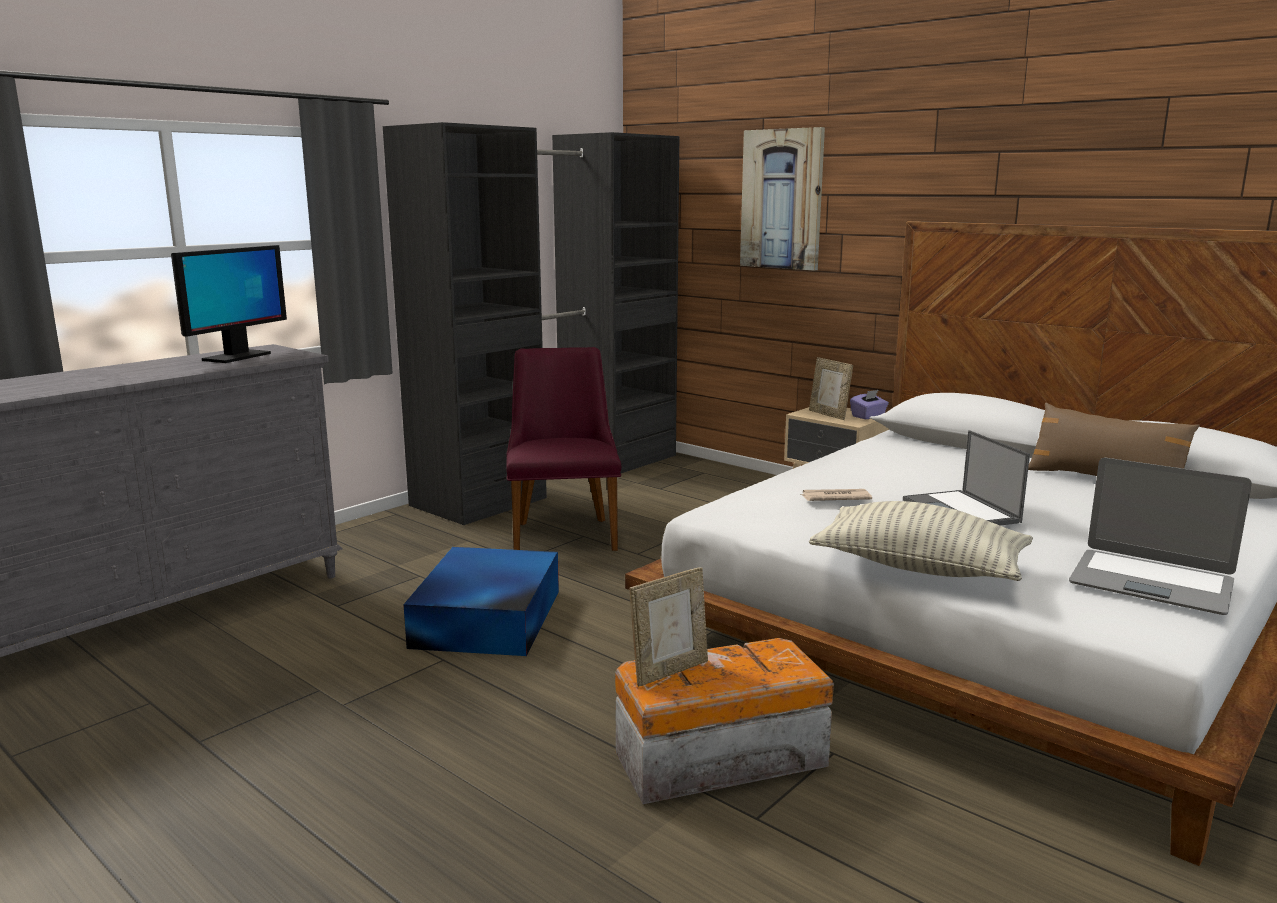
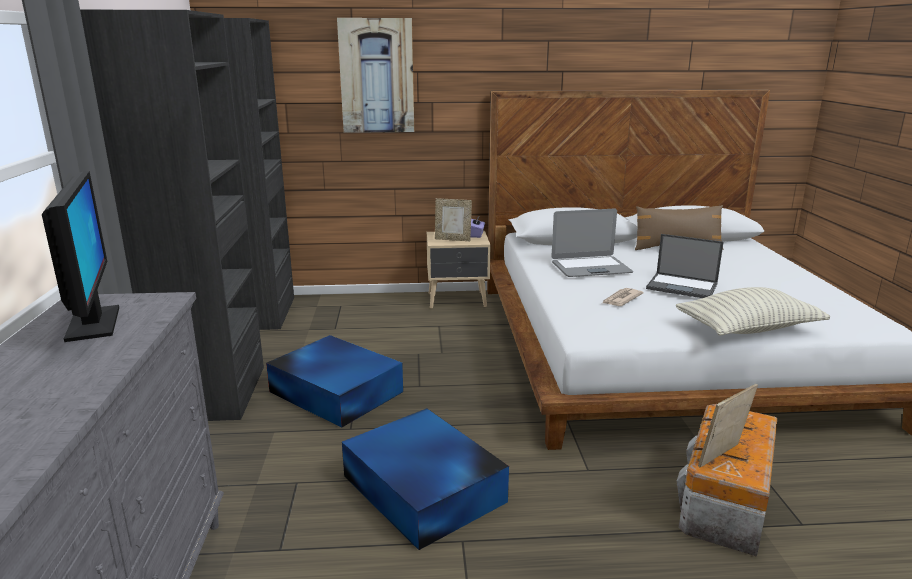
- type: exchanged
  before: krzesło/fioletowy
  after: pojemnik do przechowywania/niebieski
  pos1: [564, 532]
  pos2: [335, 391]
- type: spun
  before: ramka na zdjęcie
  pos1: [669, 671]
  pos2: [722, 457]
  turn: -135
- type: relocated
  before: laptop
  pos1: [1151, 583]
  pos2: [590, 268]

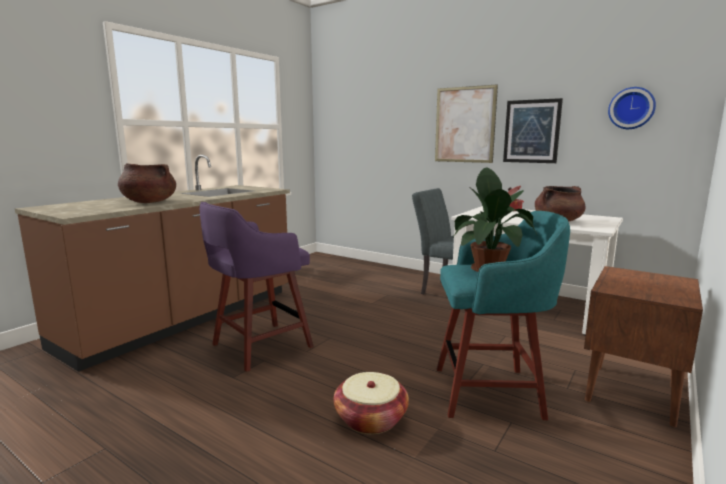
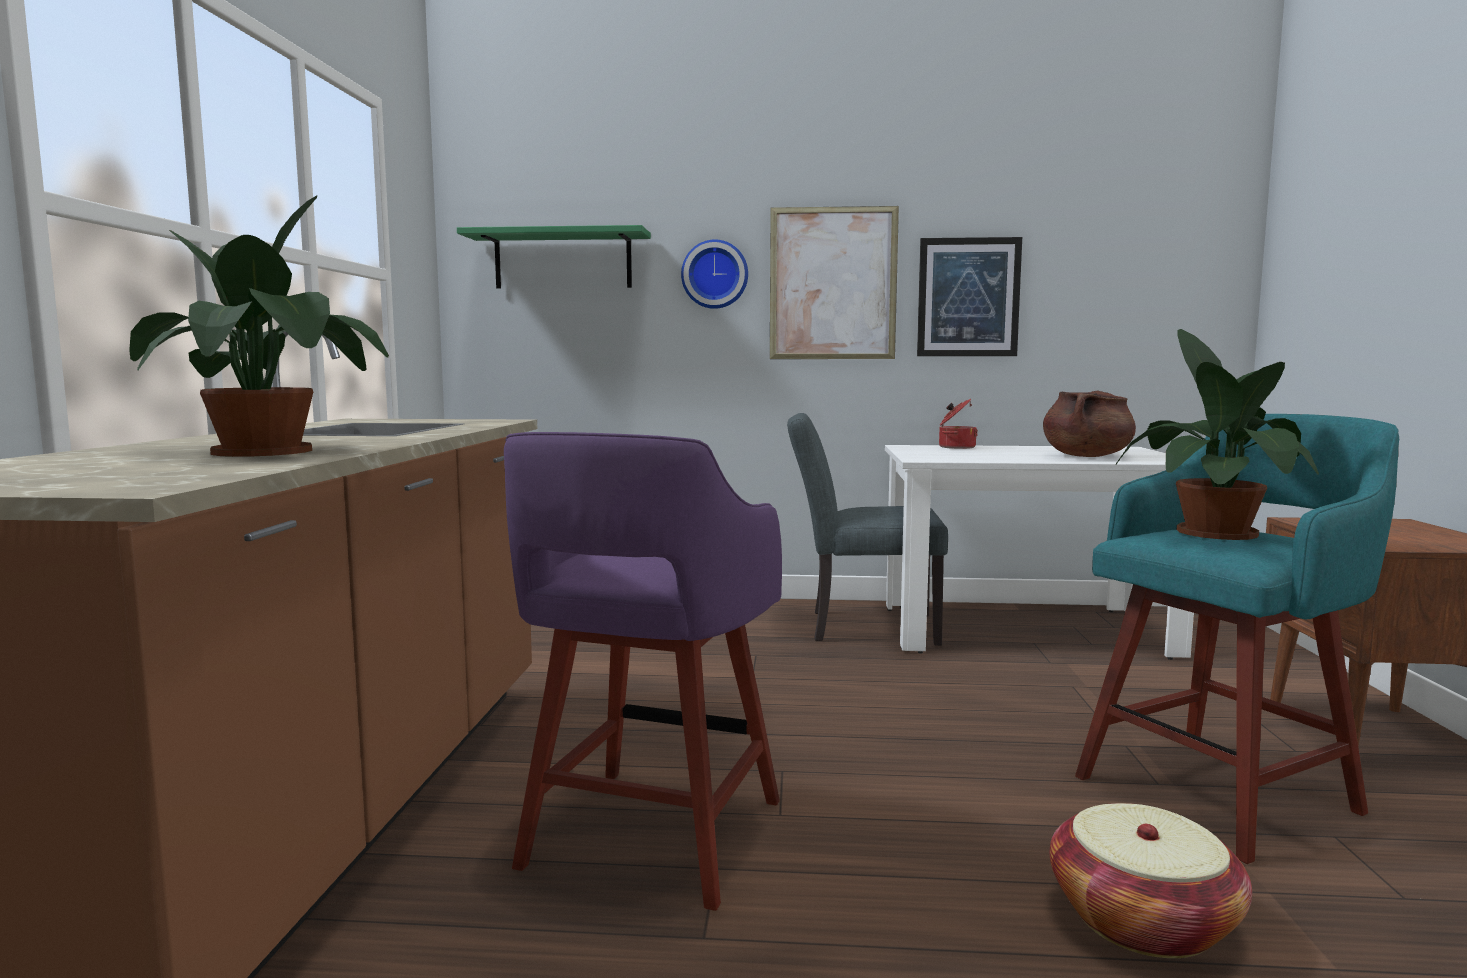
- type: exchanged
  before: garnek/brązowy
  after: roślina doniczkowa
  pos1: [149, 202]
  pos2: [271, 452]
- type: relocated
  before: zegar ścienny
  pos1: [631, 108]
  pos2: [715, 274]
- type: appeared
  after: półka/zielony
  pos2: [563, 261]

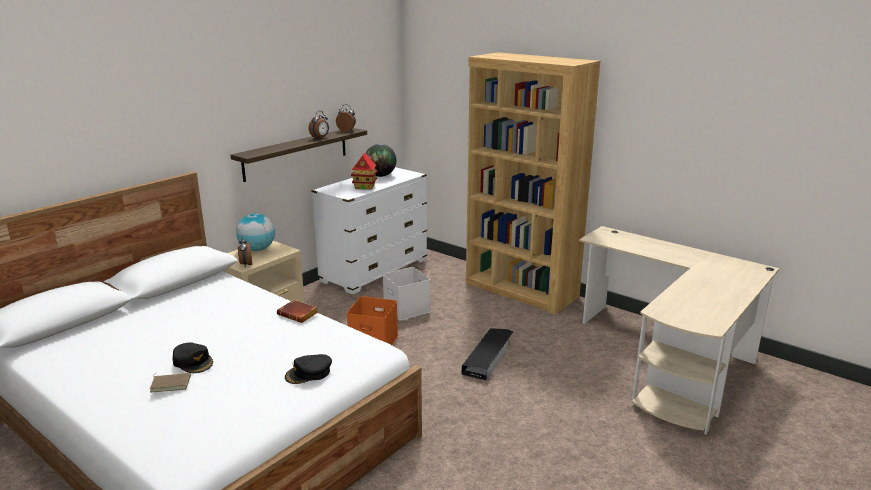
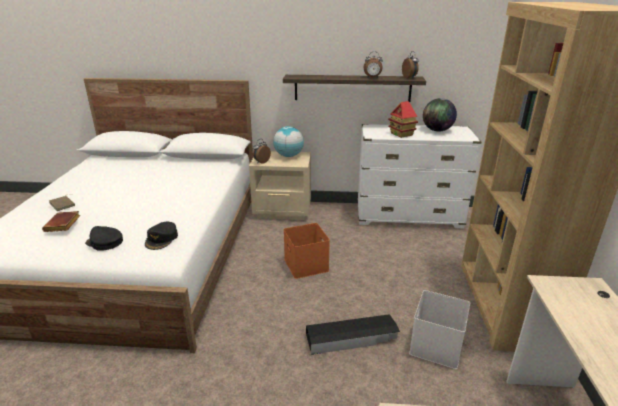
- type: relocated
  before: czapka z daszkiem/czarny
  pos1: [193, 362]
  pos2: [162, 239]
- type: relocated
  before: książka/brązowy
  pos1: [299, 314]
  pos2: [63, 225]
- type: relocated
  before: pojemnik do przechowywania/biały
  pos1: [408, 309]
  pos2: [437, 346]

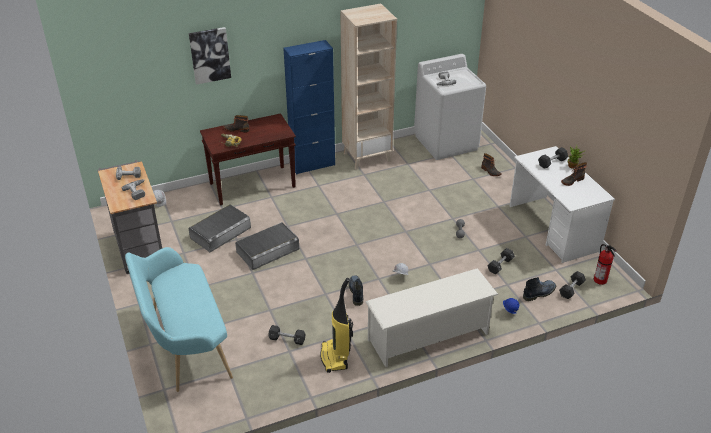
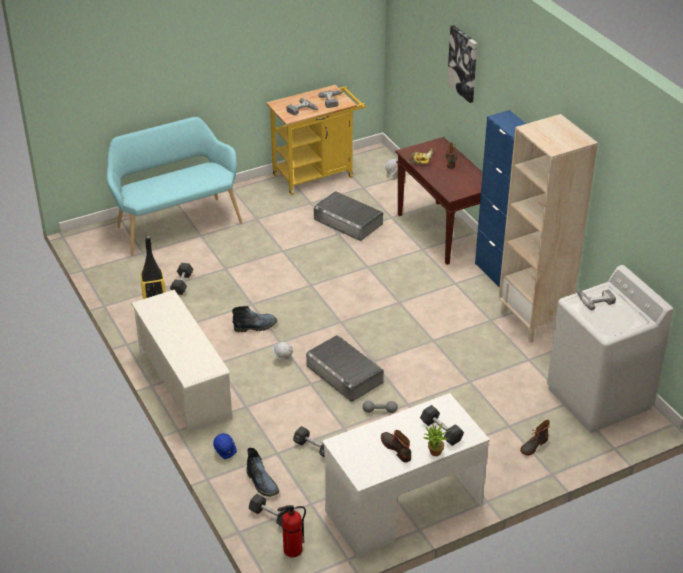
- type: colour
  before: wózek/szary
  after: wózek/żółty
  pos1: [139, 246]
  pos2: [317, 174]
- type: relocated
  before: pojemnik do przechowywania/szary
  pos1: [268, 250]
  pos2: [344, 374]

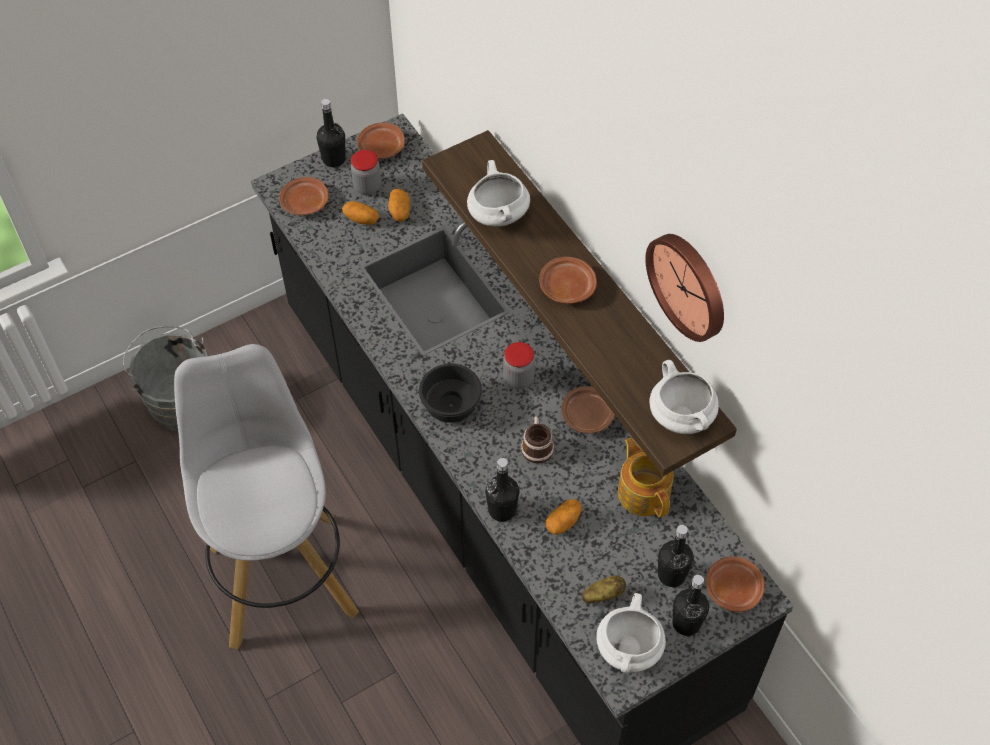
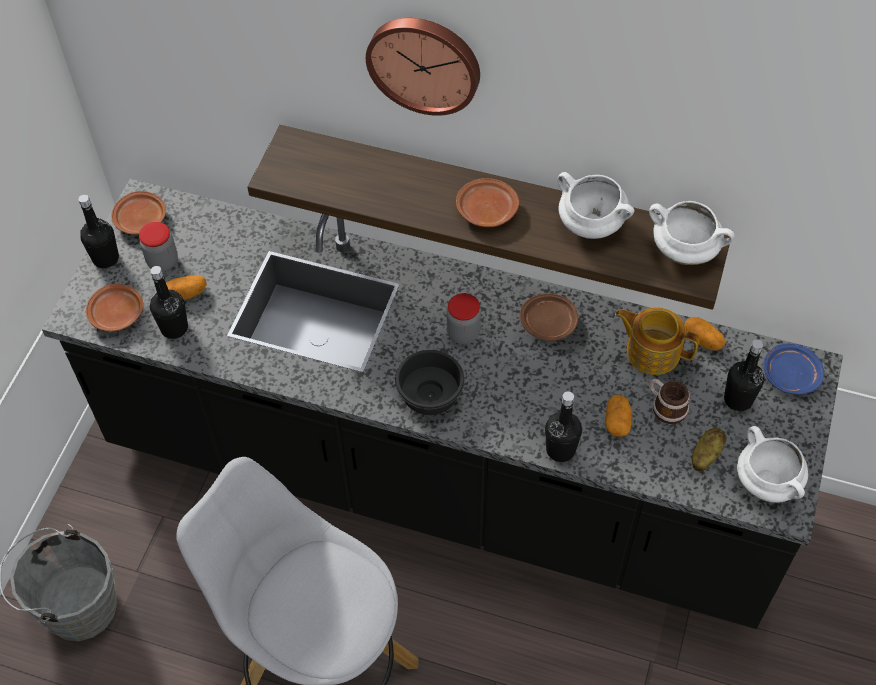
- type: relocated
  before: ziemniak
  pos1: [399, 211]
  pos2: [702, 340]
- type: relocated
  before: garnek/biały
  pos1: [497, 215]
  pos2: [589, 224]
- type: relocated
  before: kubek
  pos1: [537, 445]
  pos2: [665, 406]
- type: relocated
  before: zegar ścienny
  pos1: [689, 285]
  pos2: [424, 63]
- type: relocated
  before: butelka/czarny
  pos1: [686, 623]
  pos2: [174, 328]
- type: colour
  before: talerz/brązowy
  after: talerz/niebieski
  pos1: [733, 588]
  pos2: [790, 374]

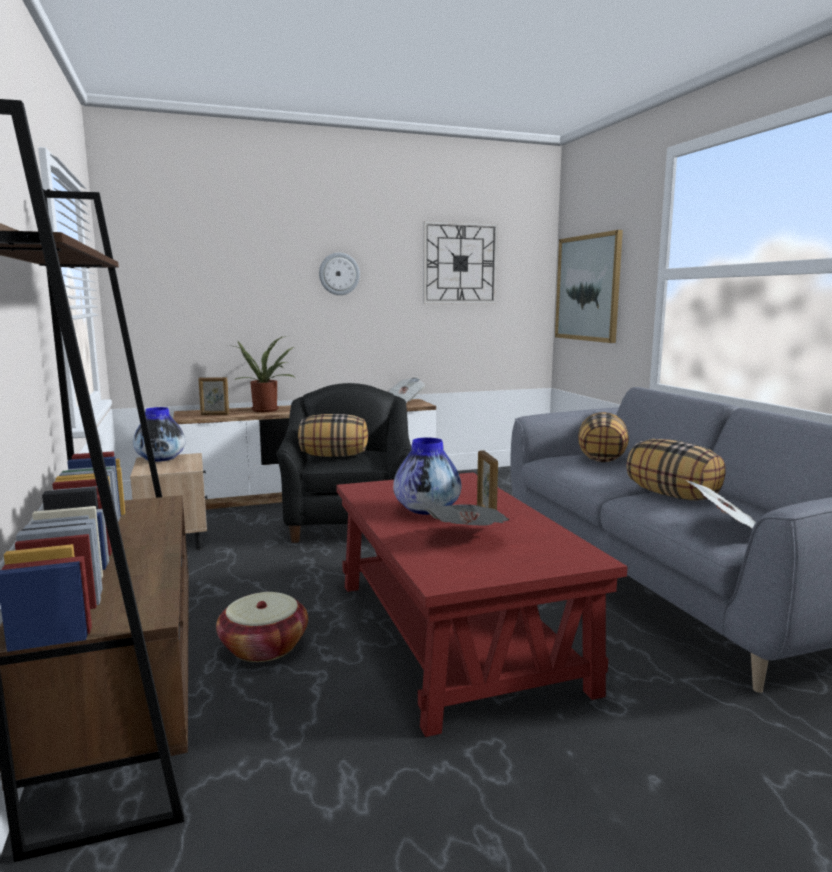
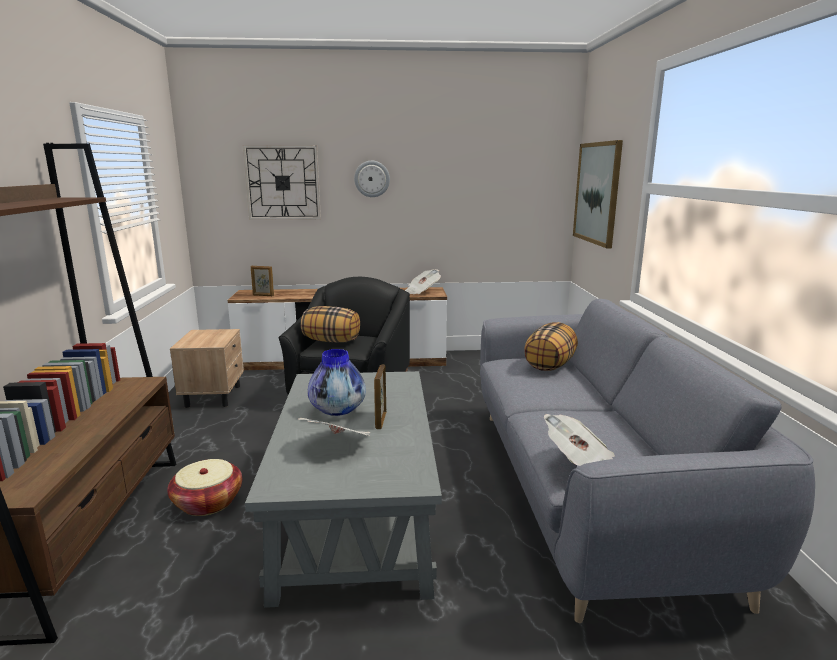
- type: missing
  before: wazon
  pos1: [160, 459]
- type: missing
  before: roślina doniczkowa
  pos1: [266, 410]
- type: colour
  before: ława/czerwony
  after: ława/szary
  pos1: [455, 633]
  pos2: [357, 514]
- type: relocated
  before: zegar ścienny
  pos1: [460, 263]
  pos2: [283, 183]
- type: missing
  before: poduszka
  pos1: [673, 495]

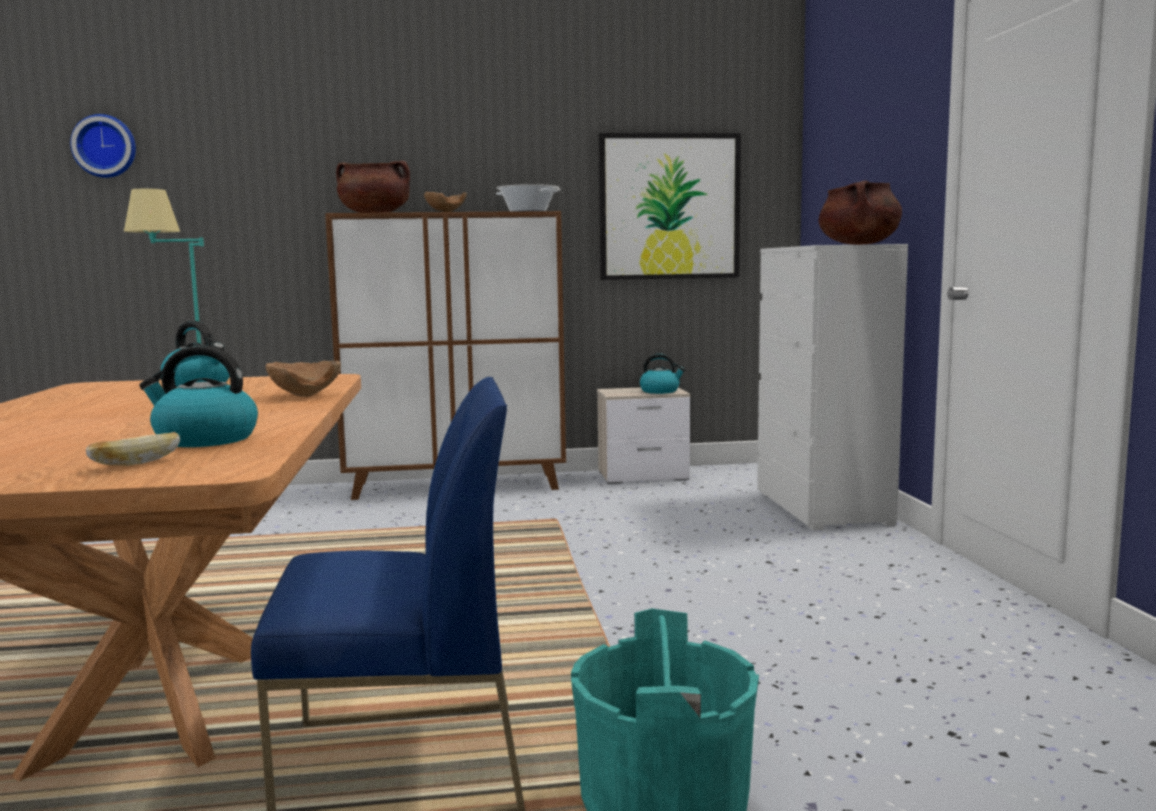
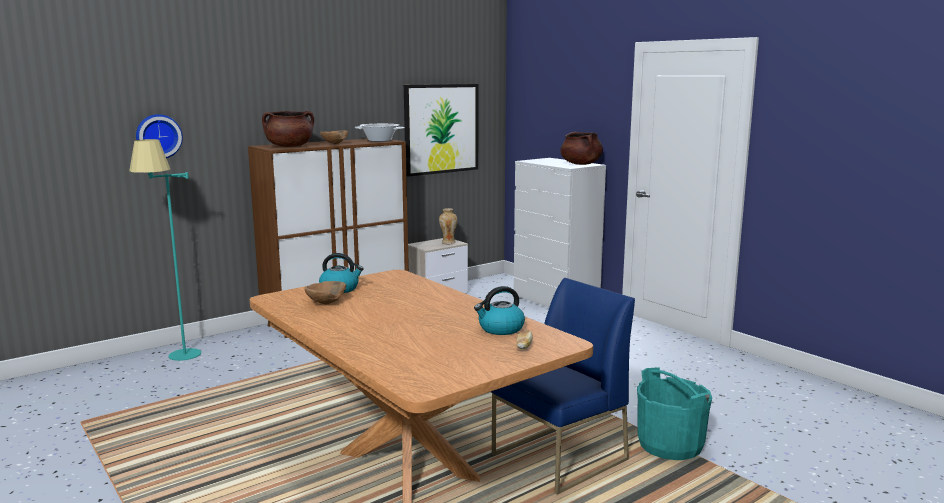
- type: relocated
  before: zegar ścienny
  pos1: [105, 146]
  pos2: [158, 136]
- type: relocated
  before: miska/brązowy
  pos1: [306, 396]
  pos2: [325, 303]
- type: exchanged
  before: czajnik
  after: wazon
  pos1: [660, 391]
  pos2: [448, 243]

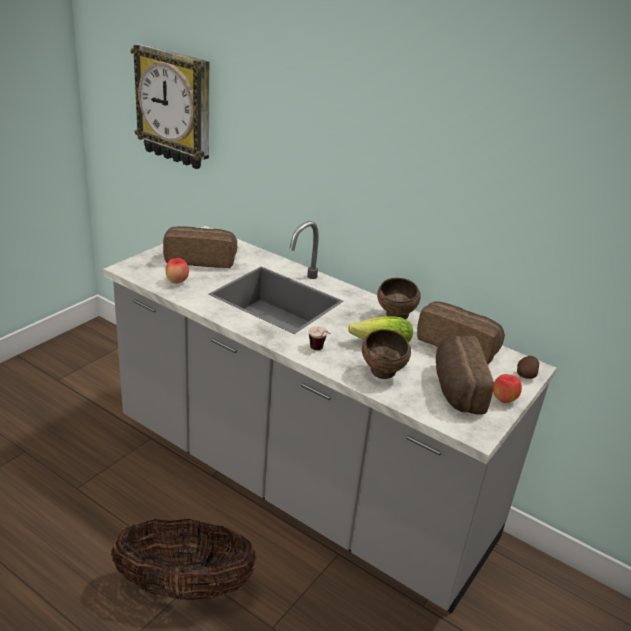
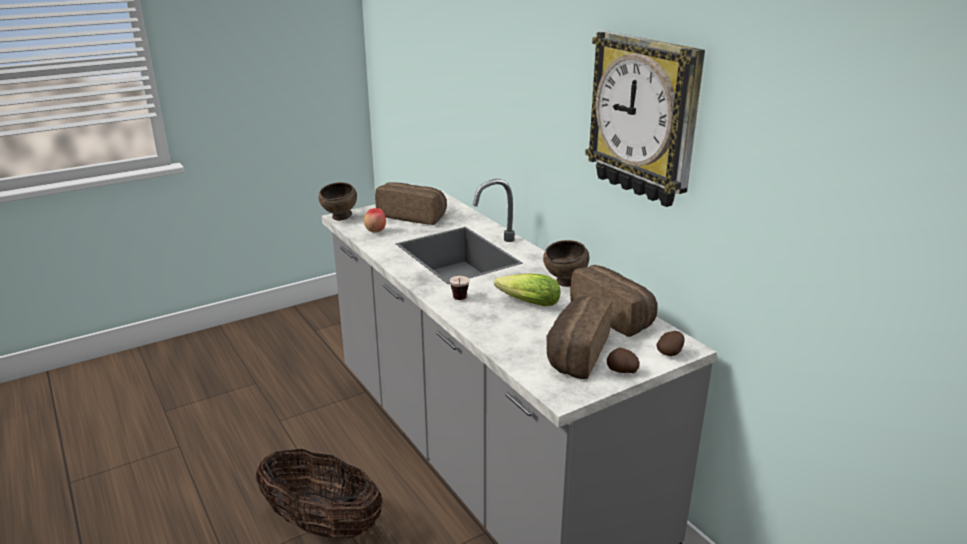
- type: relocated
  before: zegar ścienny
  pos1: [175, 107]
  pos2: [645, 118]
- type: relocated
  before: miska/brązowy
  pos1: [383, 374]
  pos2: [340, 218]
- type: exchanged
  before: jabłko
  after: ziemniak
  pos1: [503, 400]
  pos2: [622, 371]

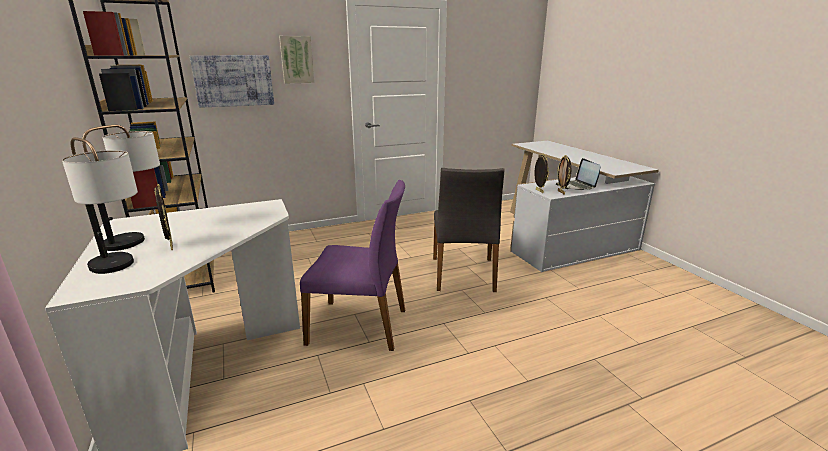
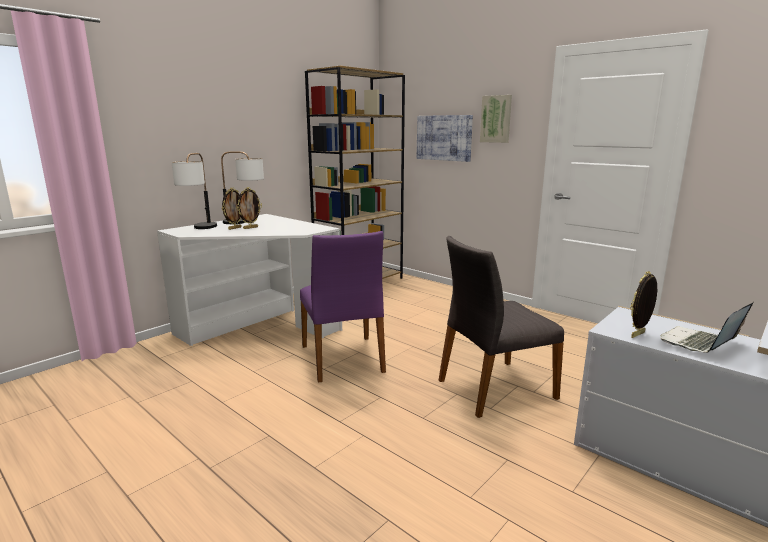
- type: relocated
  before: ramka na zdjęcie
  pos1: [538, 191]
  pos2: [250, 228]

